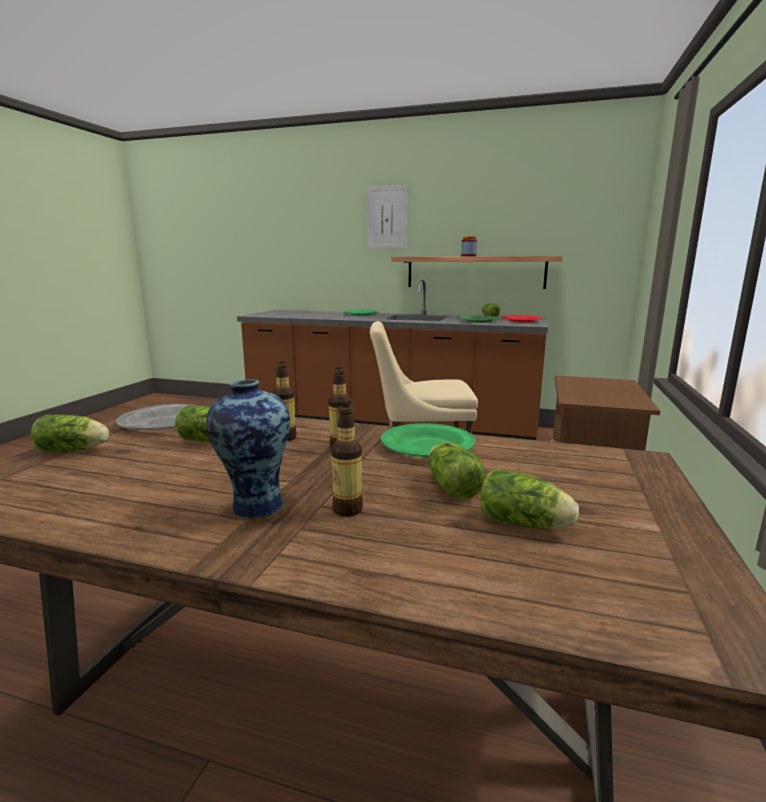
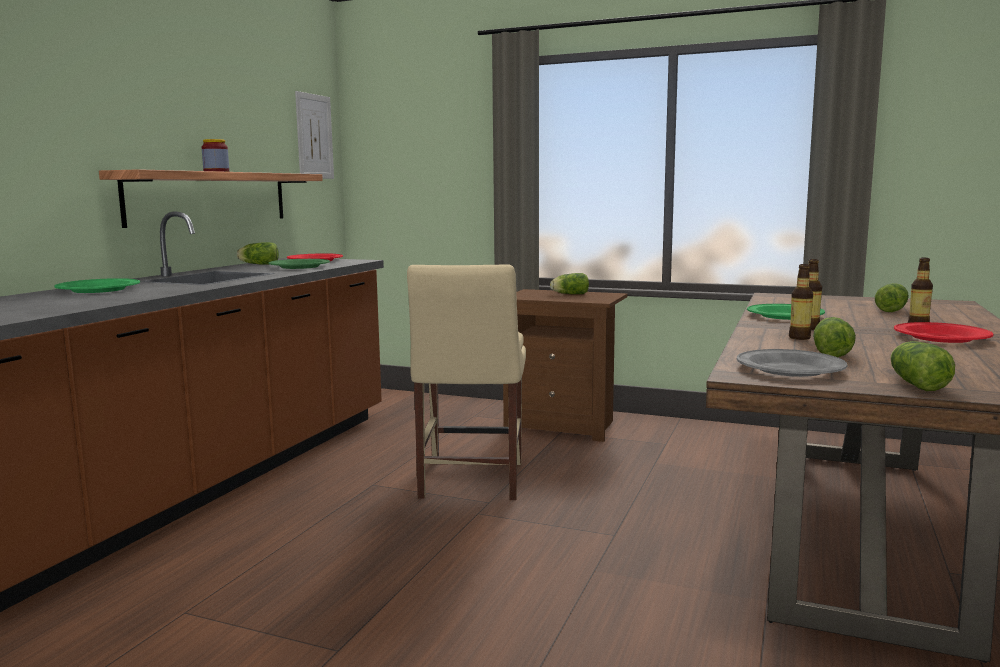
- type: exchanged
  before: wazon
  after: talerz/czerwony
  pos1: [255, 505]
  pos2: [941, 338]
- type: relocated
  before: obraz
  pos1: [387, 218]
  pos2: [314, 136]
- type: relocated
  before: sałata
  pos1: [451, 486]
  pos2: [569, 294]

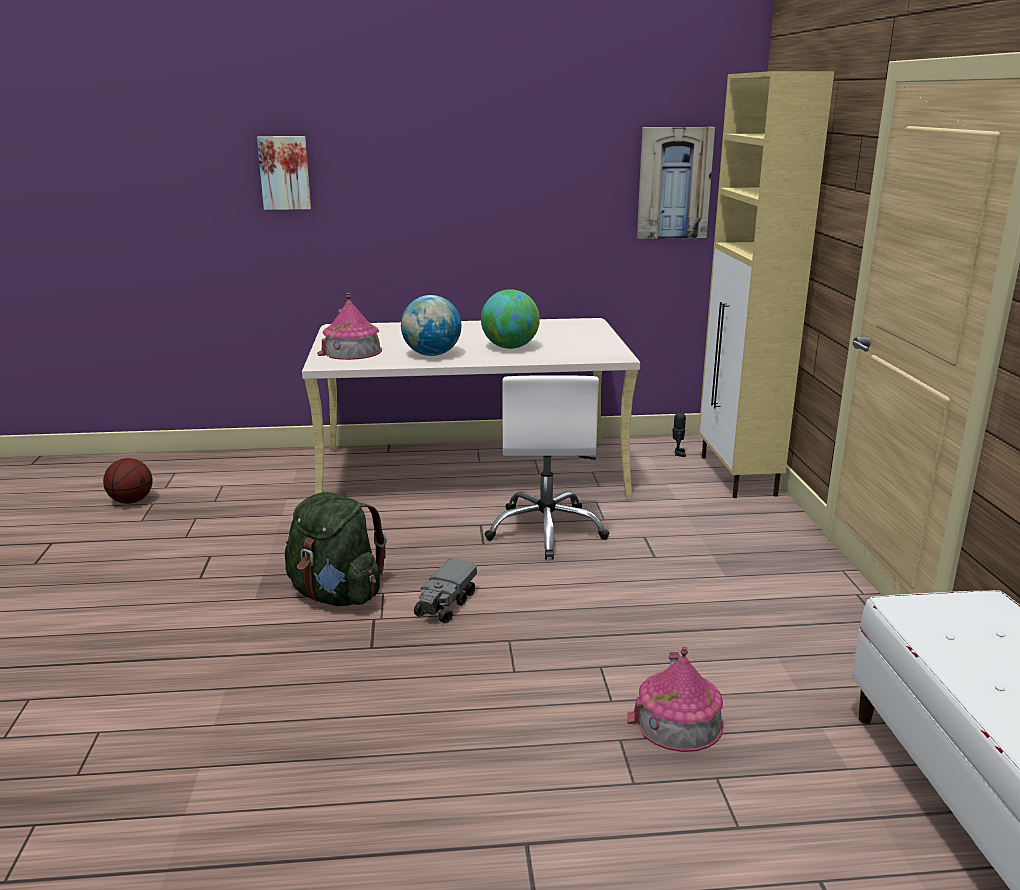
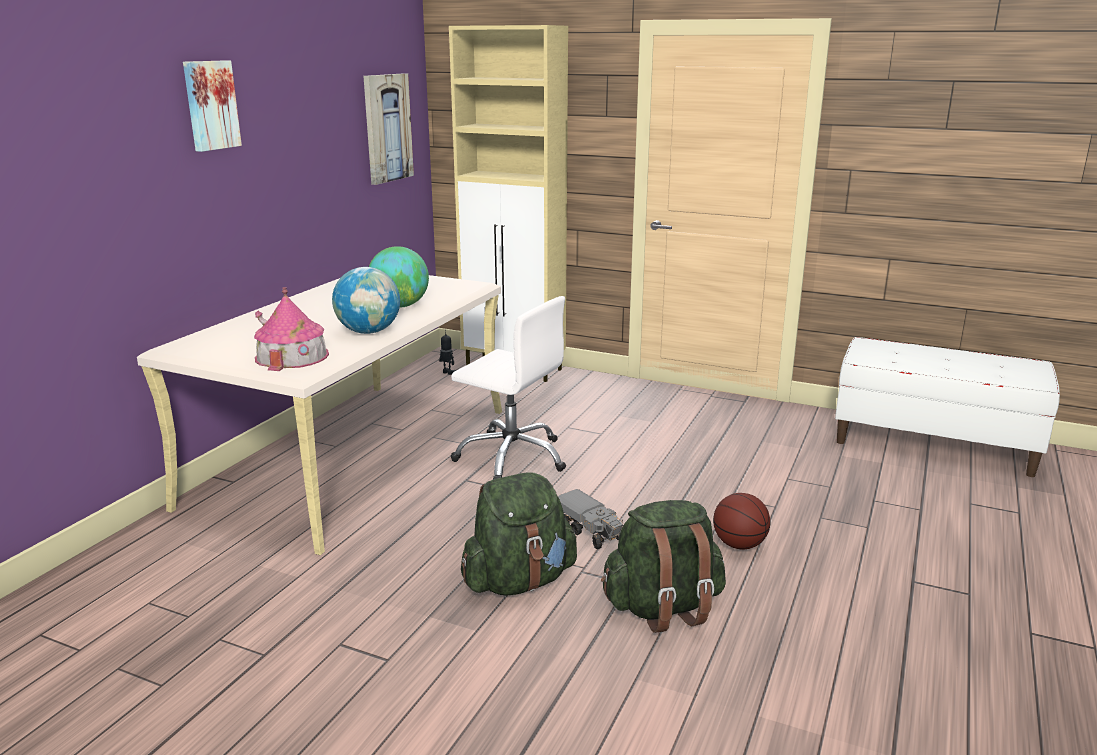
- type: relocated
  before: piłka do koszykówki
  pos1: [131, 501]
  pos2: [739, 545]
- type: relocated
  before: obraz
  pos1: [284, 173]
  pos2: [210, 105]
- type: missing
  before: domek
  pos1: [678, 721]
- type: appeared
  after: plecak/zielony
  pos2: [663, 608]

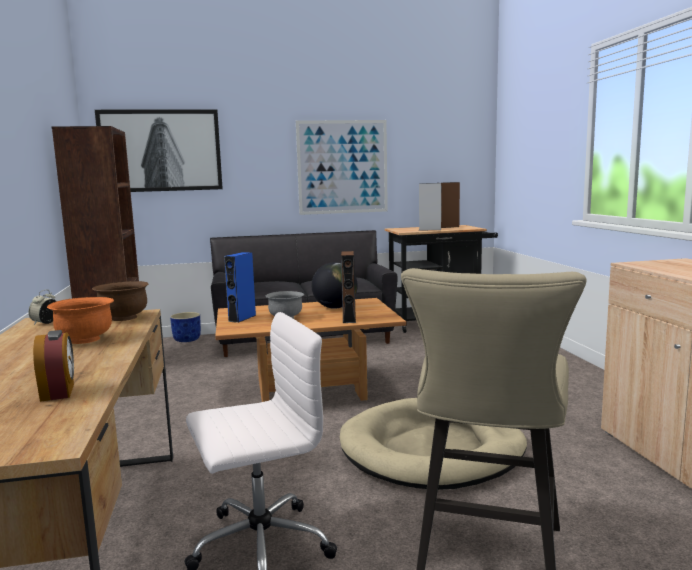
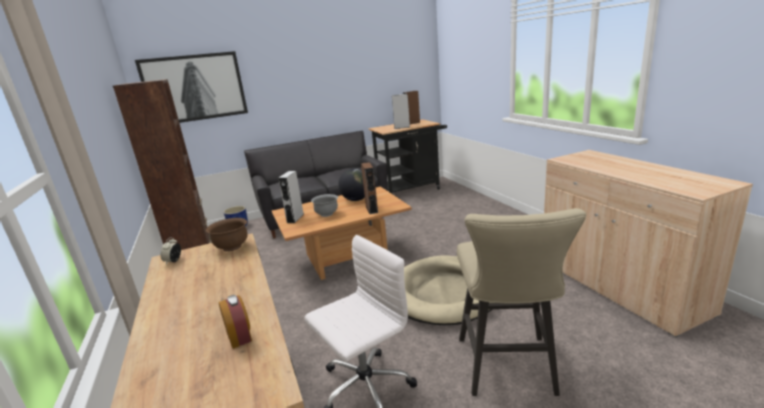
- type: missing
  before: miska/pomarańczowy
  pos1: [85, 340]
- type: colour
  before: głośnik/niebieski
  after: głośnik/szary
  pos1: [242, 318]
  pos2: [295, 218]
- type: missing
  before: obraz
  pos1: [342, 167]

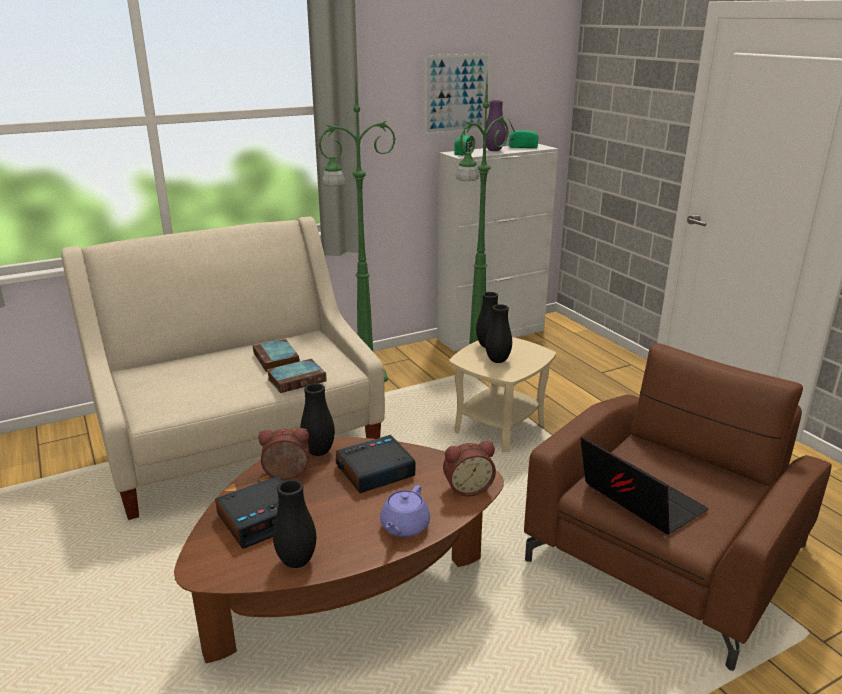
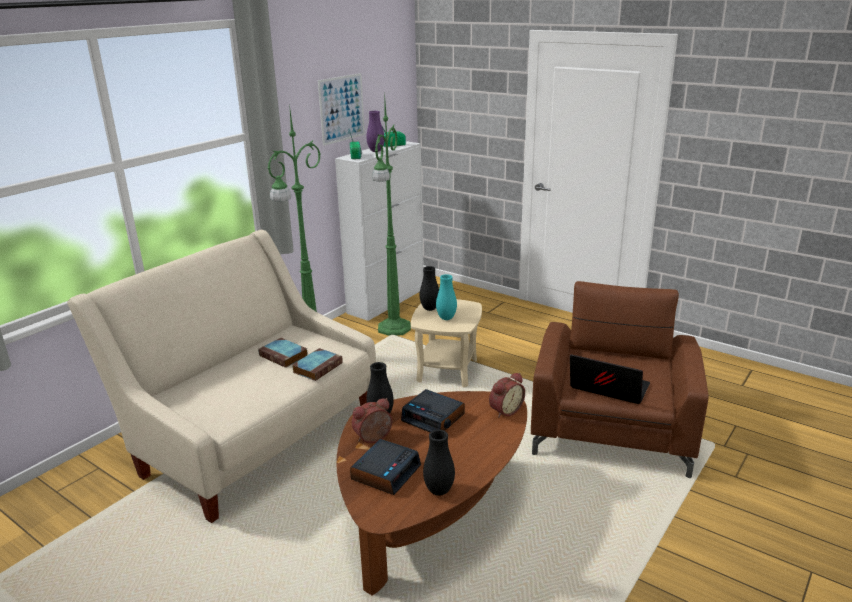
- type: spun
  before: budzik
  pos1: [374, 471]
  pos2: [434, 418]
  turn: -90
- type: missing
  before: imbryk/fioletowy
  pos1: [404, 527]
- type: colour
  before: wazon/czarny
  after: wazon/turkusowy
  pos1: [497, 360]
  pos2: [446, 318]

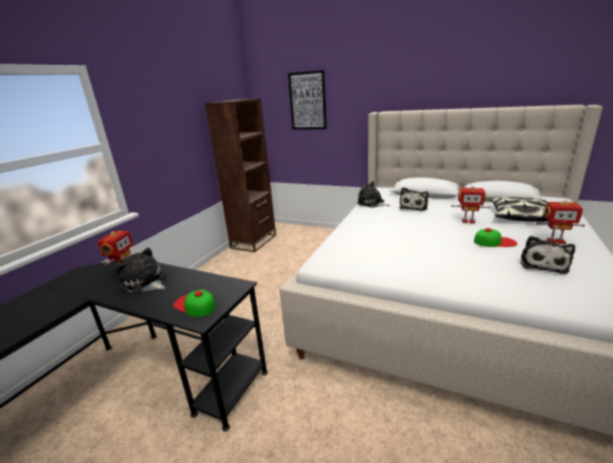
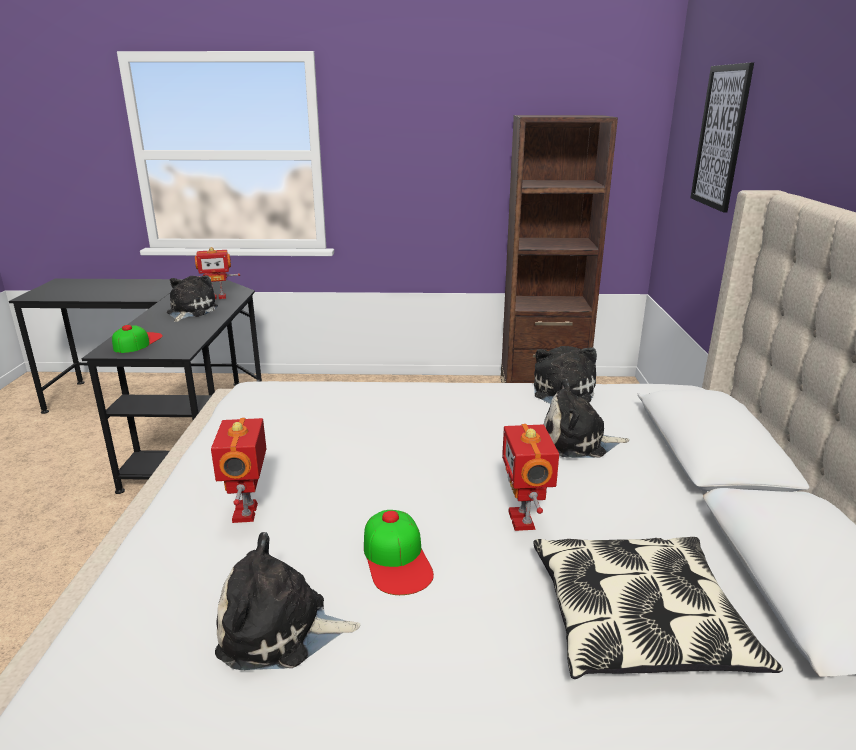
- type: relocated
  before: robot zabawkowy
  pos1: [555, 241]
  pos2: [247, 512]

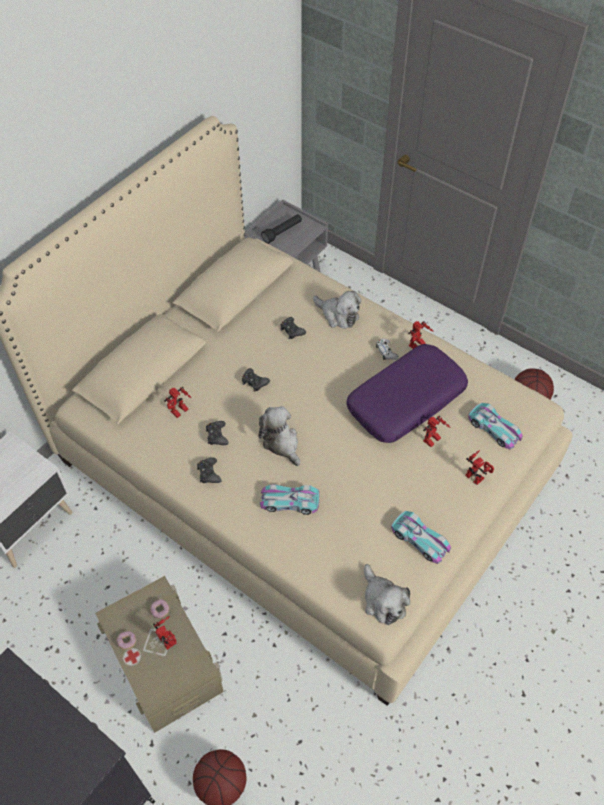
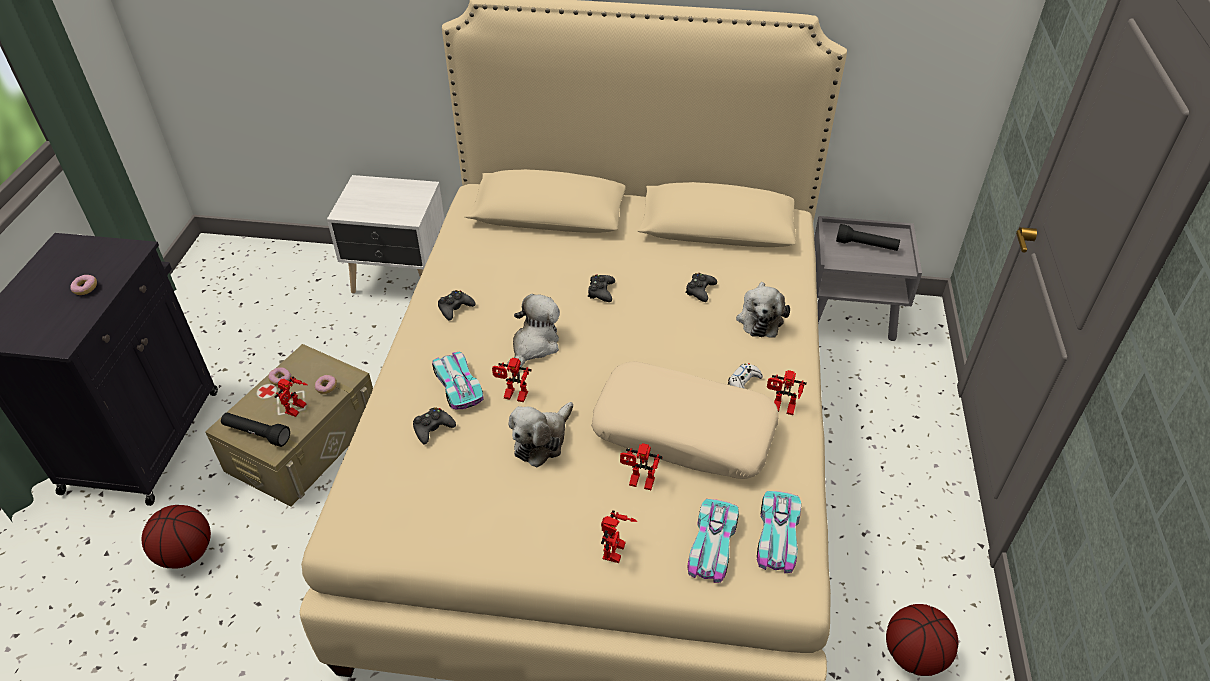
- type: relocated
  before: robot zabawkowy
  pos1: [180, 412]
  pos2: [513, 397]
- type: relocated
  before: pad do gier/czarny
  pos1: [217, 436]
  pos2: [433, 428]
- type: colour
  before: poduszka/fioletowy
  after: poduszka/beżowy
  pos1: [405, 400]
  pos2: [684, 431]
- type: relocated
  before: pluszak
  pos1: [383, 600]
  pos2: [542, 440]
- type: relocated
  before: samochodzik
  pos1: [420, 539]
  pos2: [777, 535]
- type: appeared
  after: donut
  pos2: [86, 289]
- type: appeared
  after: latarka/czarny
  pos2: [257, 434]

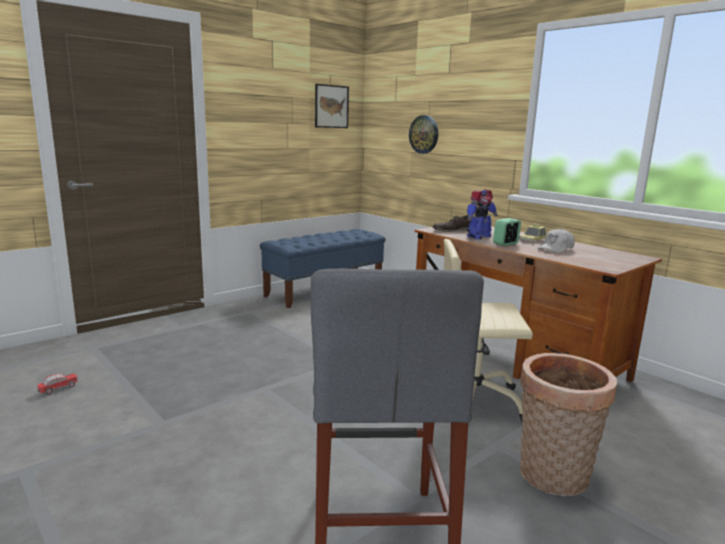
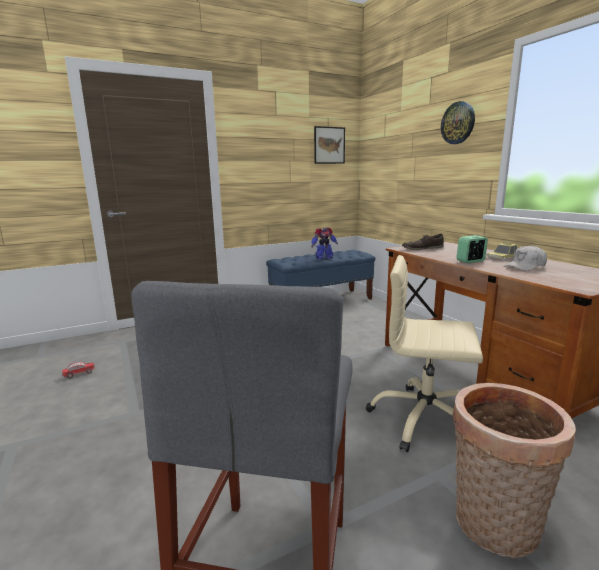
- type: relocated
  before: zegar ścienny
  pos1: [424, 134]
  pos2: [458, 123]
- type: relocated
  before: robot zabawkowy
  pos1: [478, 237]
  pos2: [323, 258]

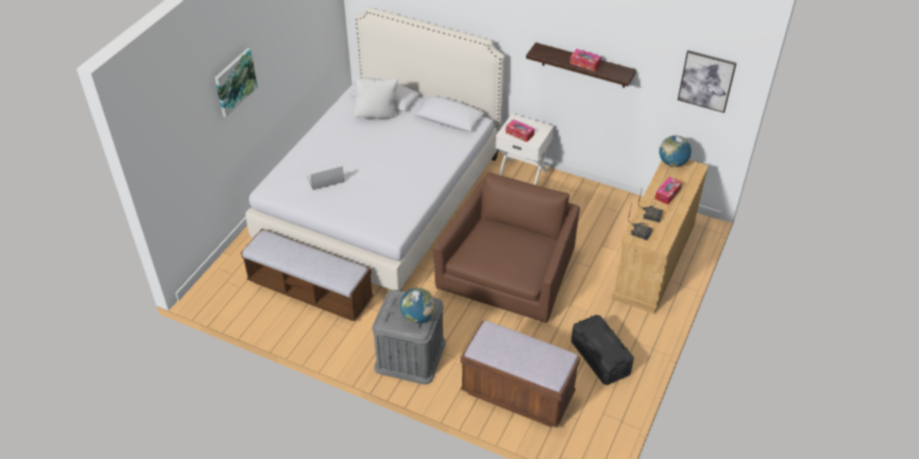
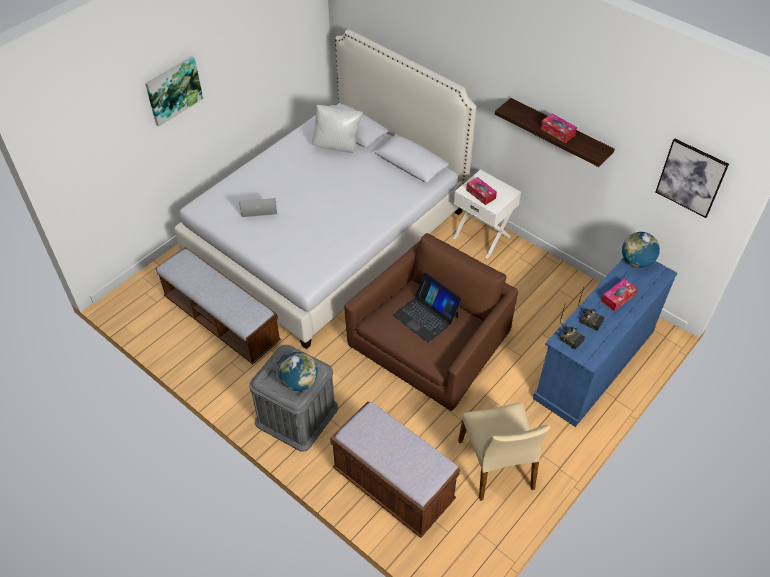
- type: exchanged
  before: pojemnik do przechowywania/czarny
  after: krzesło/beżowy
  pos1: [600, 358]
  pos2: [497, 465]
- type: colour
  before: komoda/beżowy
  after: komoda/niebieski
  pos1: [654, 261]
  pos2: [594, 365]
- type: appeared
  after: laptop
  pos2: [426, 316]

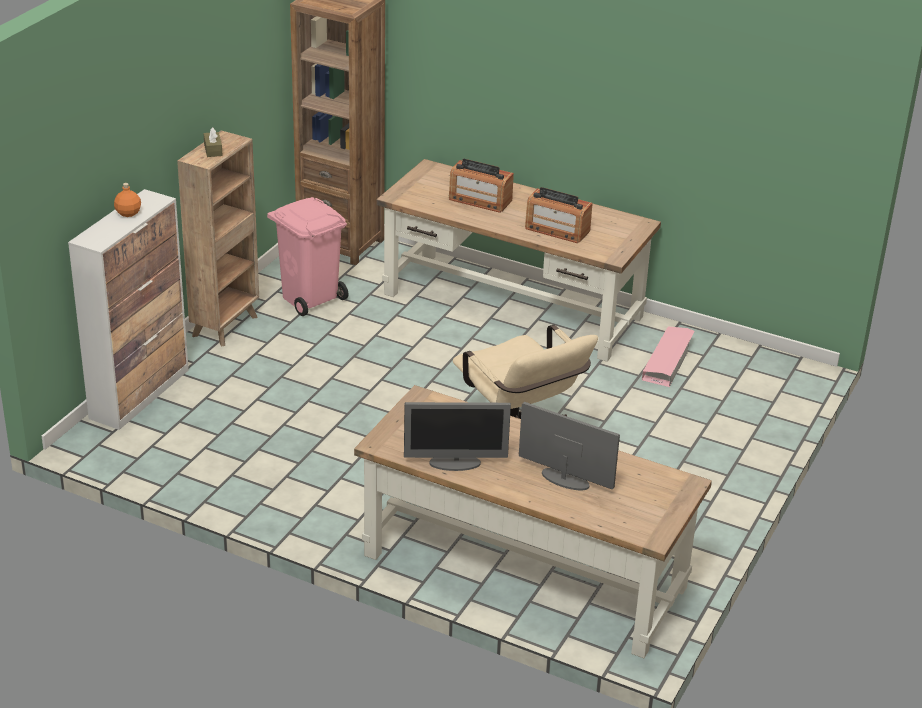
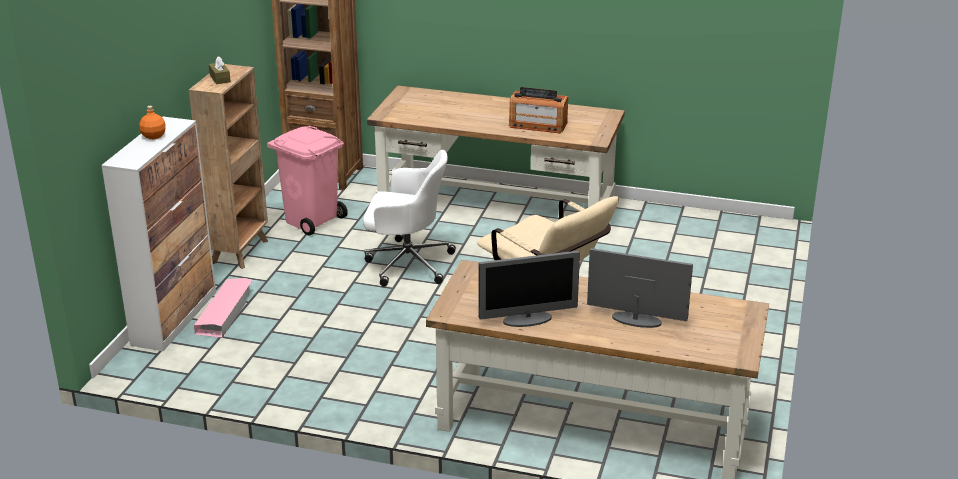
- type: missing
  before: radio
  pos1: [480, 200]
- type: relocated
  before: pojemnik do przechowywania/różowy
  pos1: [668, 361]
  pos2: [225, 312]
- type: appeared
  after: krzesło biurowe/biały
  pos2: [407, 263]

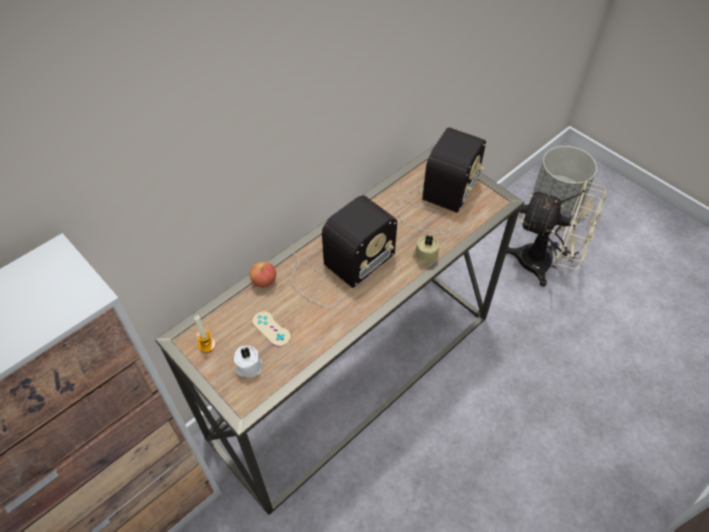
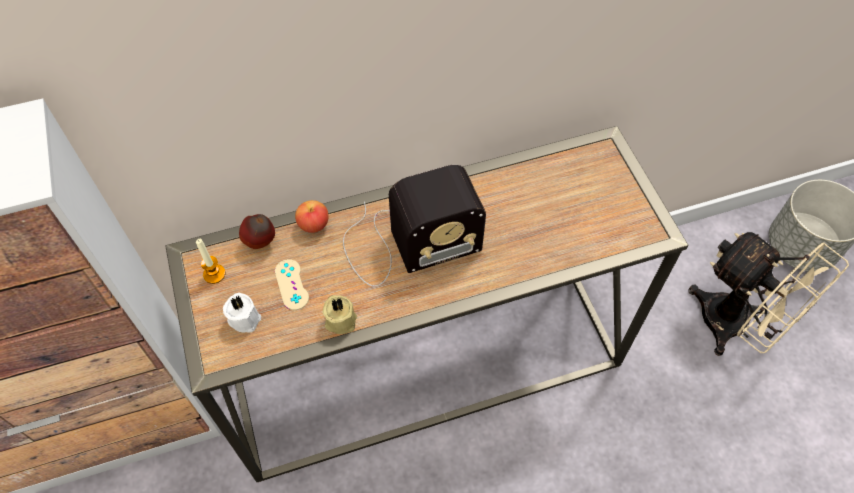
- type: missing
  before: radio
  pos1: [437, 200]
- type: relocated
  before: świeca/beżowy
  pos1: [425, 256]
  pos2: [340, 319]
- type: appeared
  after: jabłko
  pos2: [261, 242]

